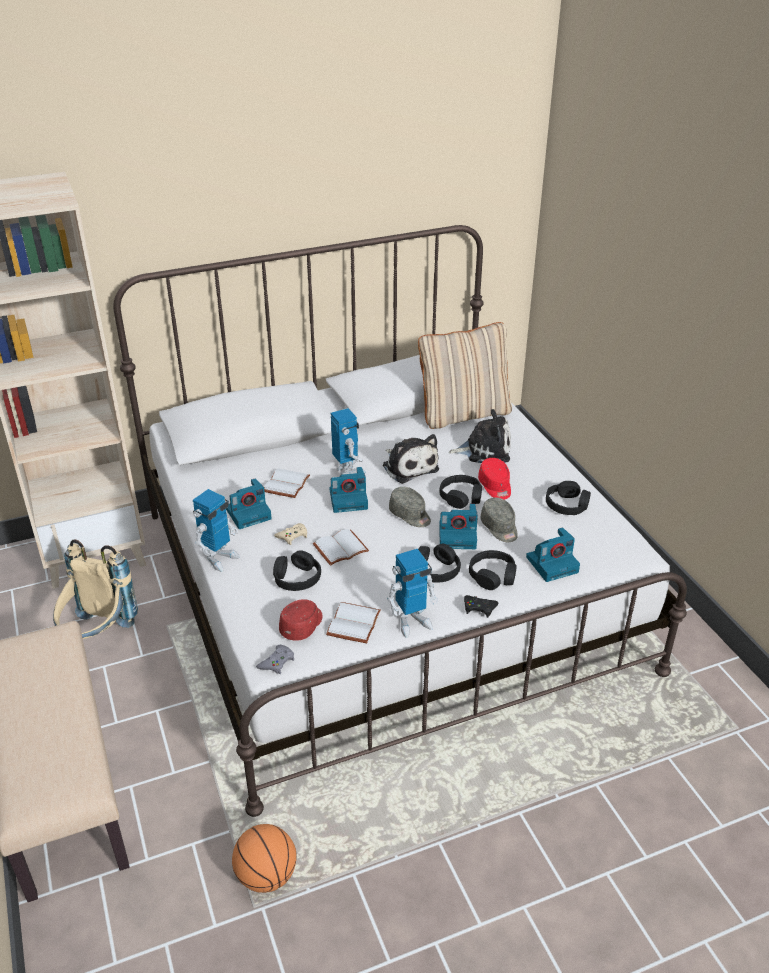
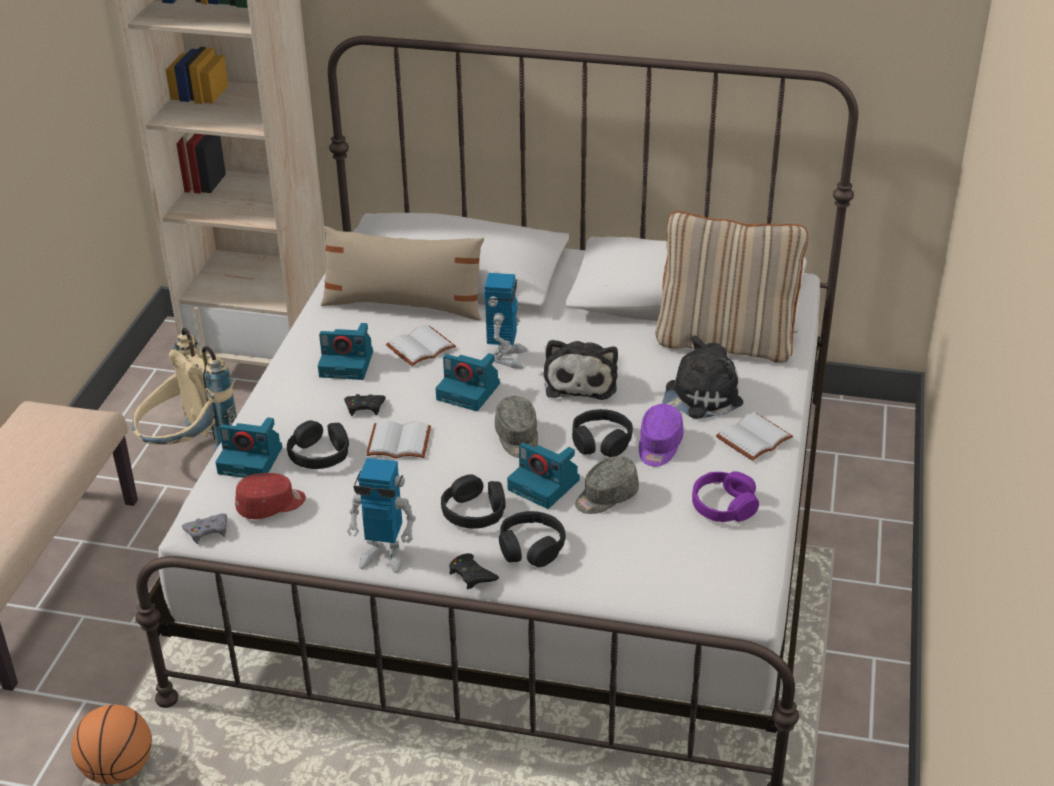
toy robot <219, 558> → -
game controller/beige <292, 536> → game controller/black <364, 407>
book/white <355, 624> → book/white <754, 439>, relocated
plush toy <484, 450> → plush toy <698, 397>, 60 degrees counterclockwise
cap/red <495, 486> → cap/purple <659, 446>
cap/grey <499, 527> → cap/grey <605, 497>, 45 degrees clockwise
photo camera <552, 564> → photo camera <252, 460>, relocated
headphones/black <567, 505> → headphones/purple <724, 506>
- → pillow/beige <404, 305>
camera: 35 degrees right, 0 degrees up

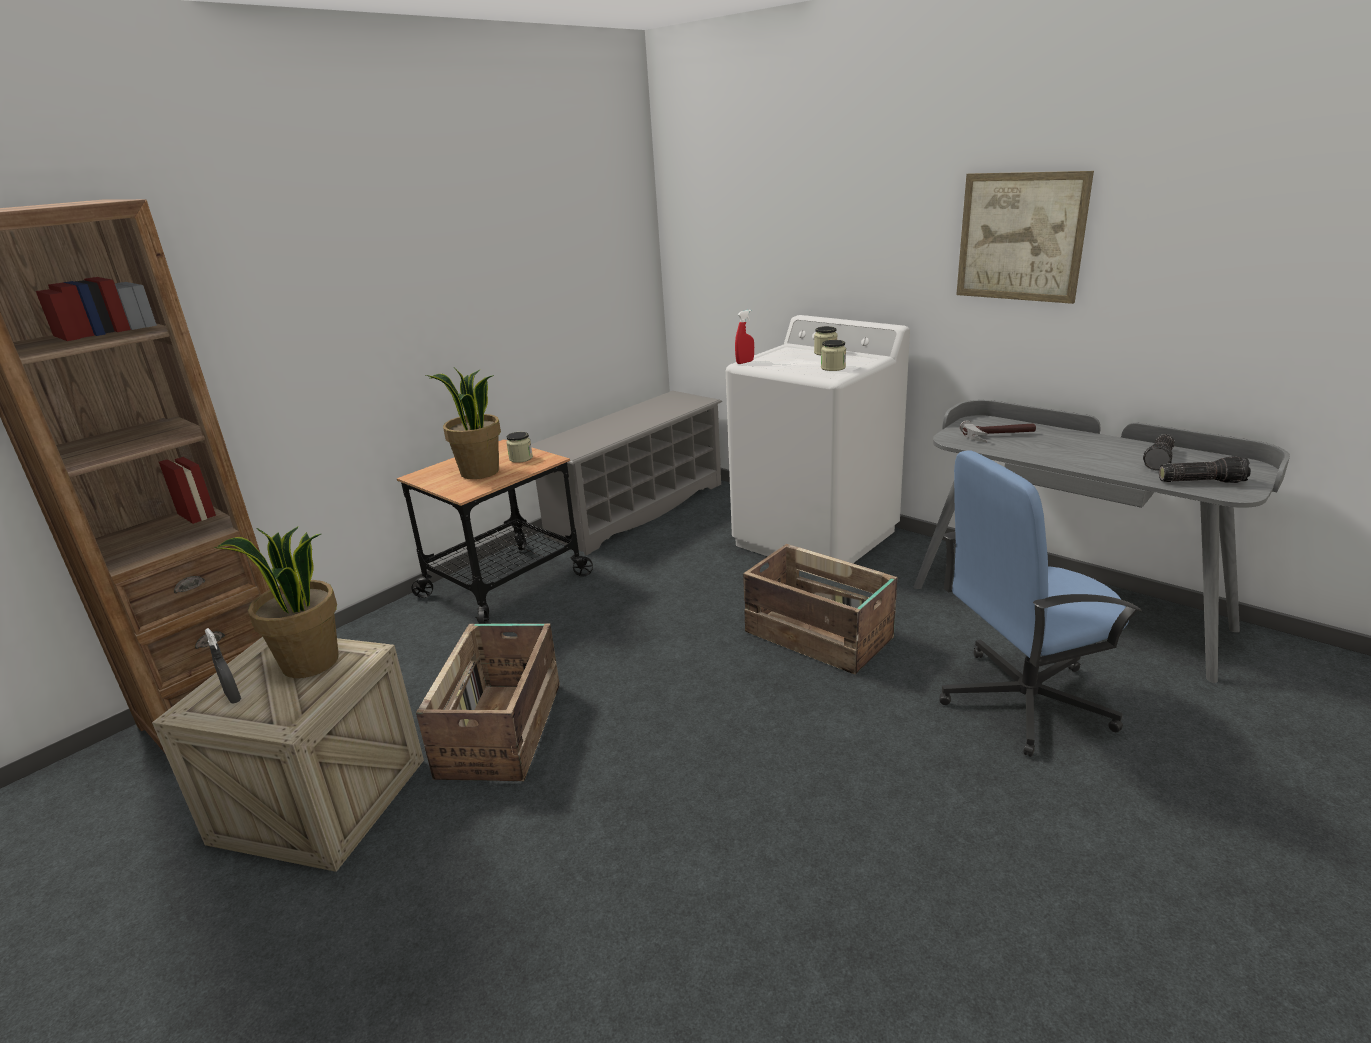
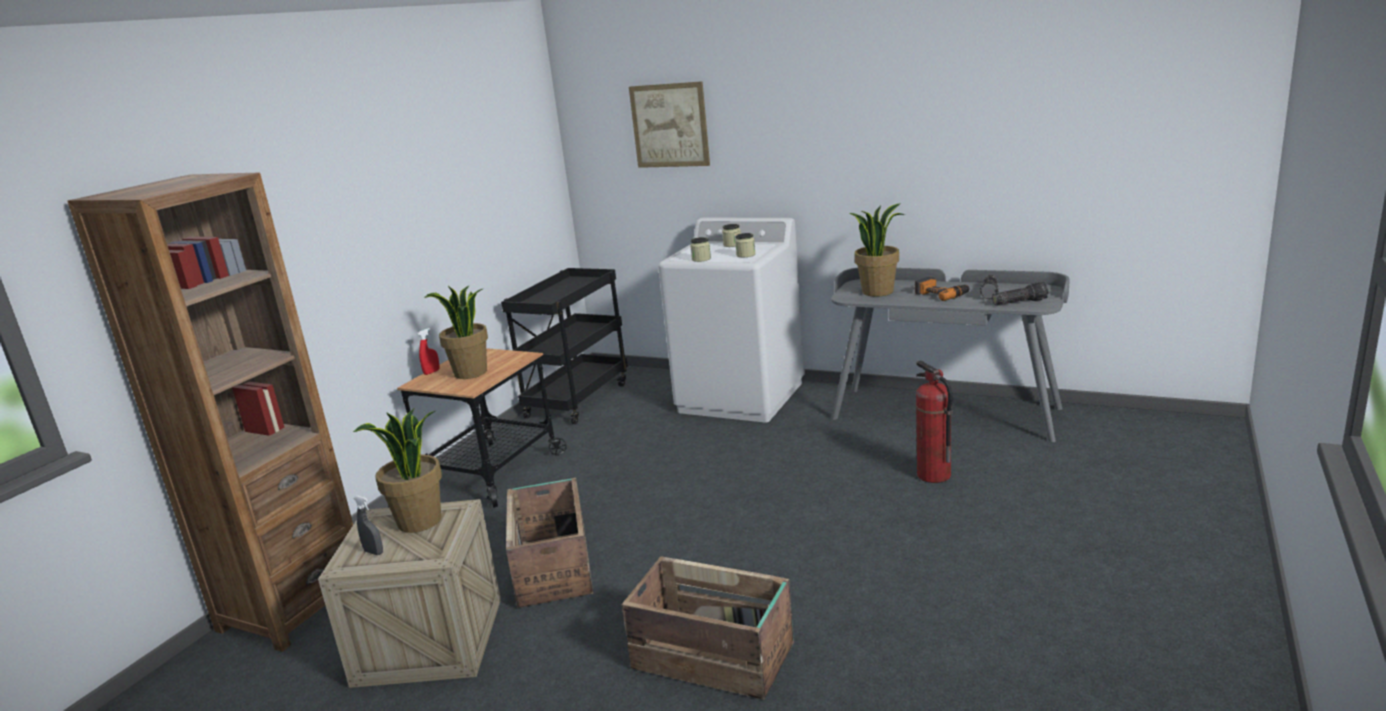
jar <521, 458> → jar <701, 259>, relocated
shoe rack/grey <636, 509> → cart/black <577, 399>
spray bottle/red <745, 362> → spray bottle/red <432, 372>, relocated
crate <819, 636> → crate <714, 657>, relocated
office chair/blue <1022, 700> → fire extinguisher <933, 475>
picture <1020, 237> → picture <669, 125>, relocated
hammer <999, 436> → potted plant <878, 291>
- → power drill <941, 294>
camera: 15 degrees left, 5 degrees down

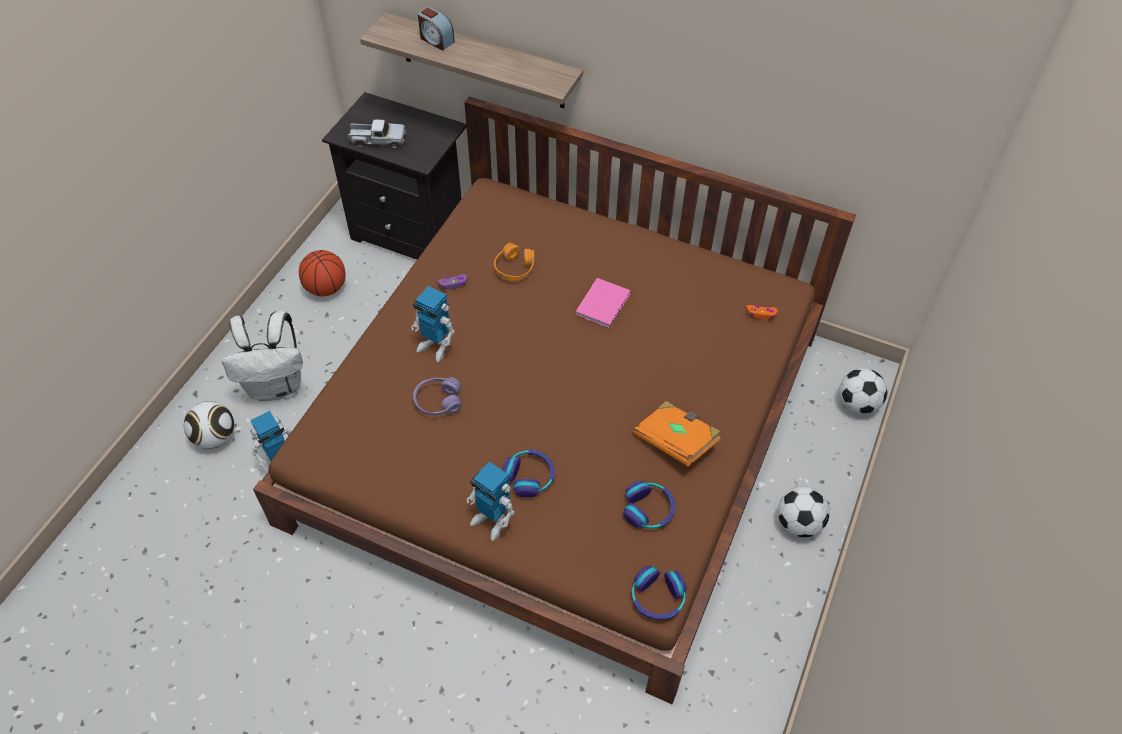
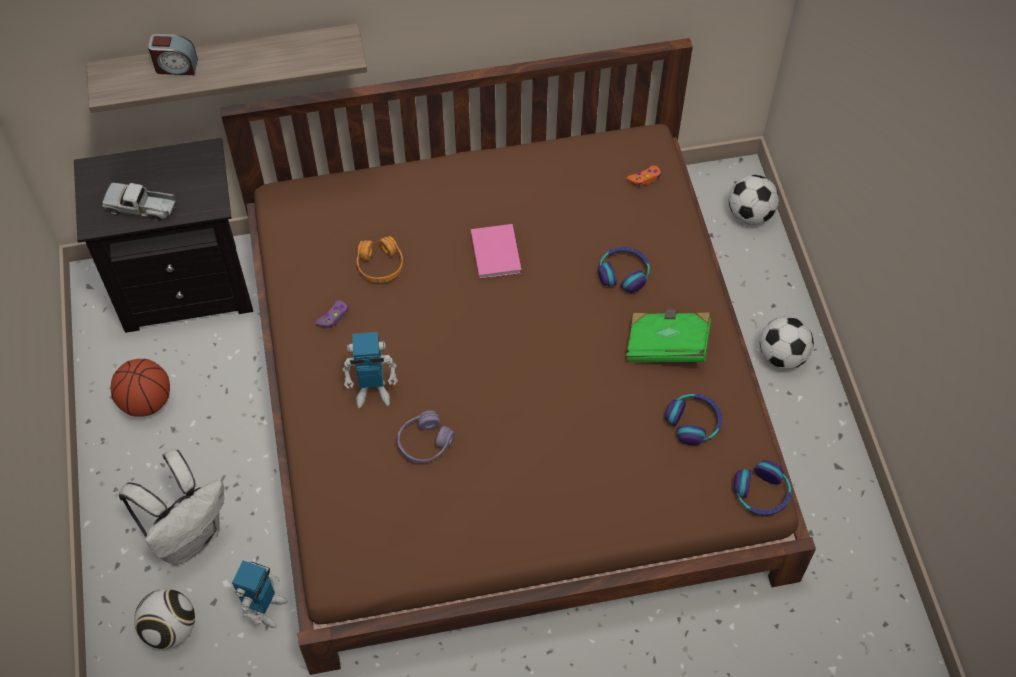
toy truck <377, 140> → toy truck <141, 207>, 135 degrees counterclockwise
toy robot <492, 520> → -
headphones <529, 476> → headphones <623, 273>, relocated
book/orange <676, 441> → book/green <667, 345>
camera: 35 degrees left, 5 degrees up

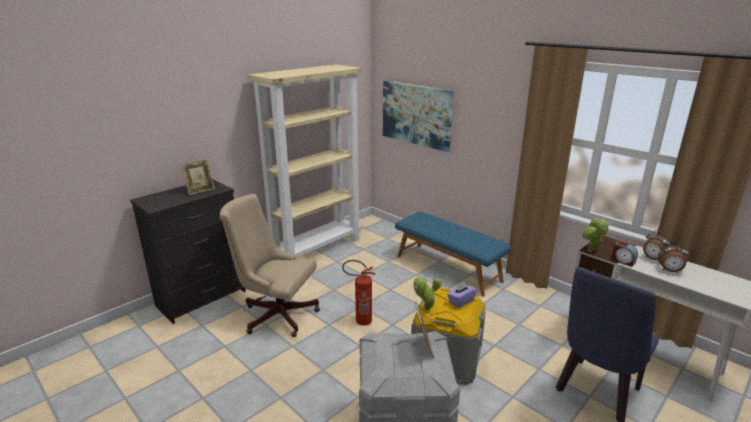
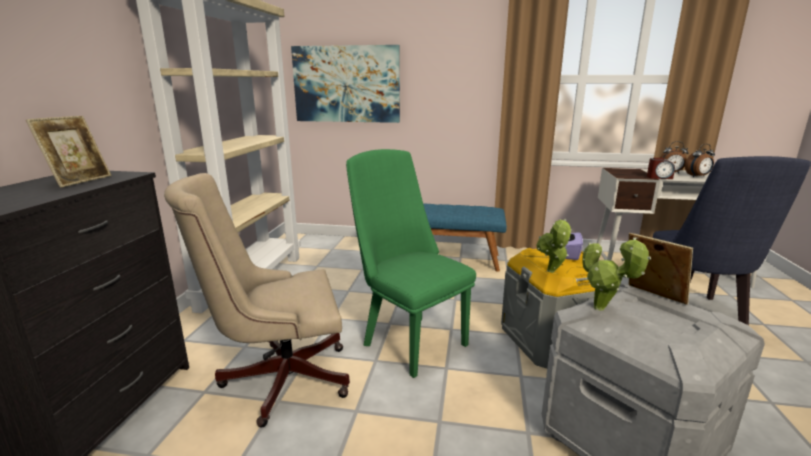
fire extinguisher <359, 321> → chair/green <409, 340>
potted plant <591, 251> → potted plant <603, 309>, relocated
camera: 35 degrees left, 5 degrees down

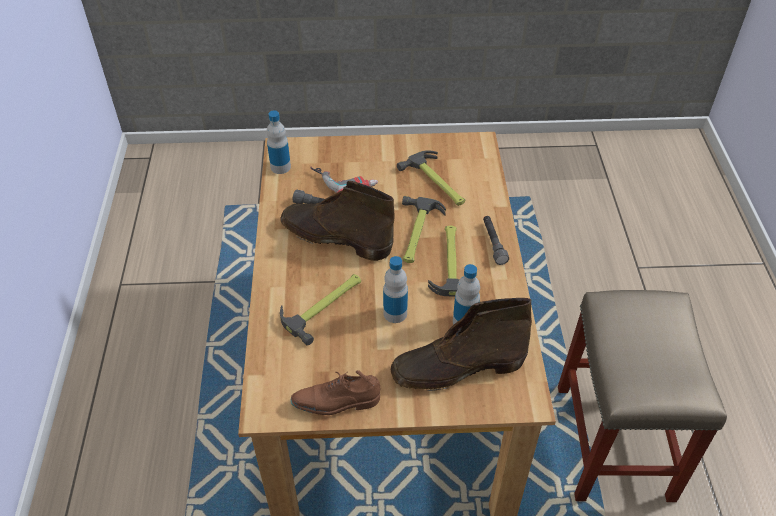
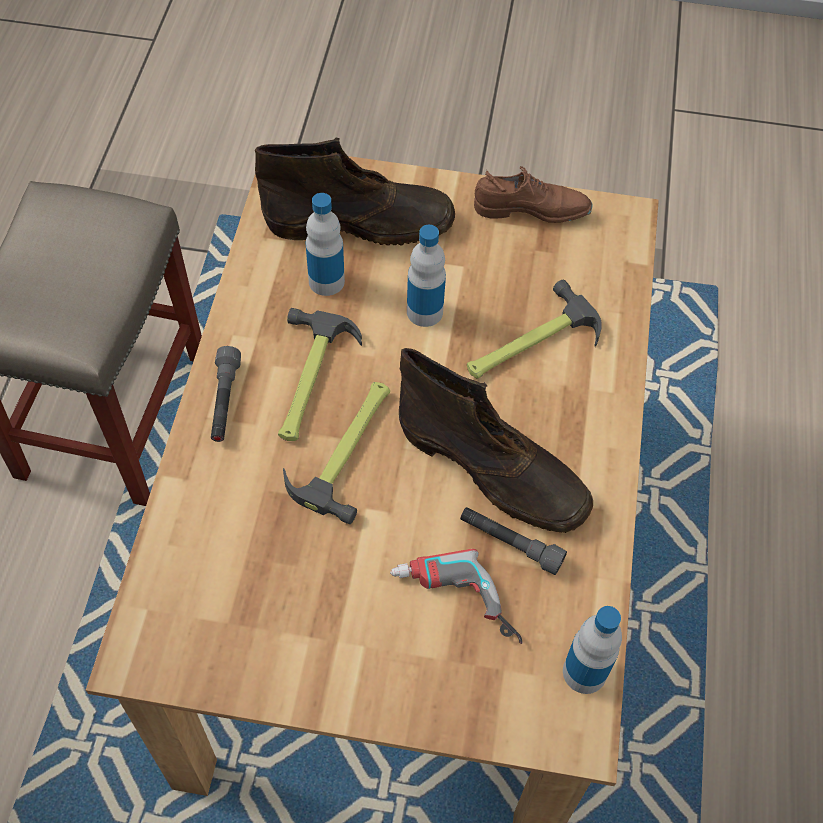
hammer <436, 182> → -
camera: 170 degrees left, 10 degrees up

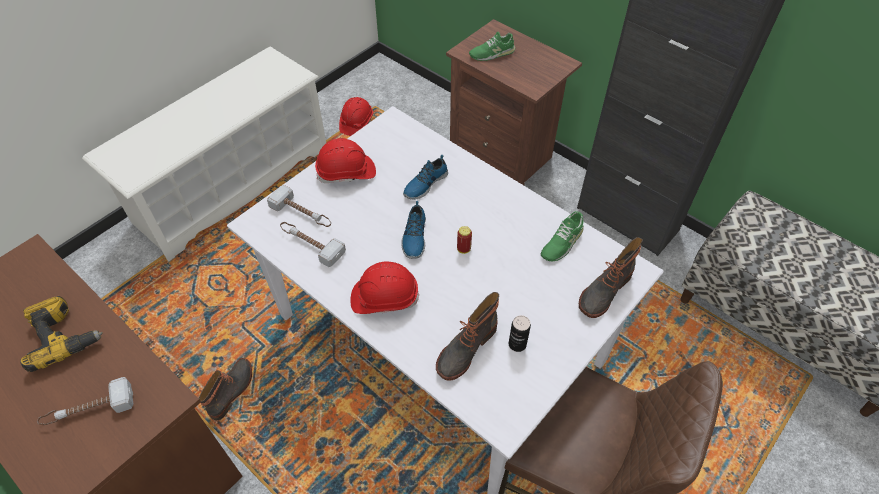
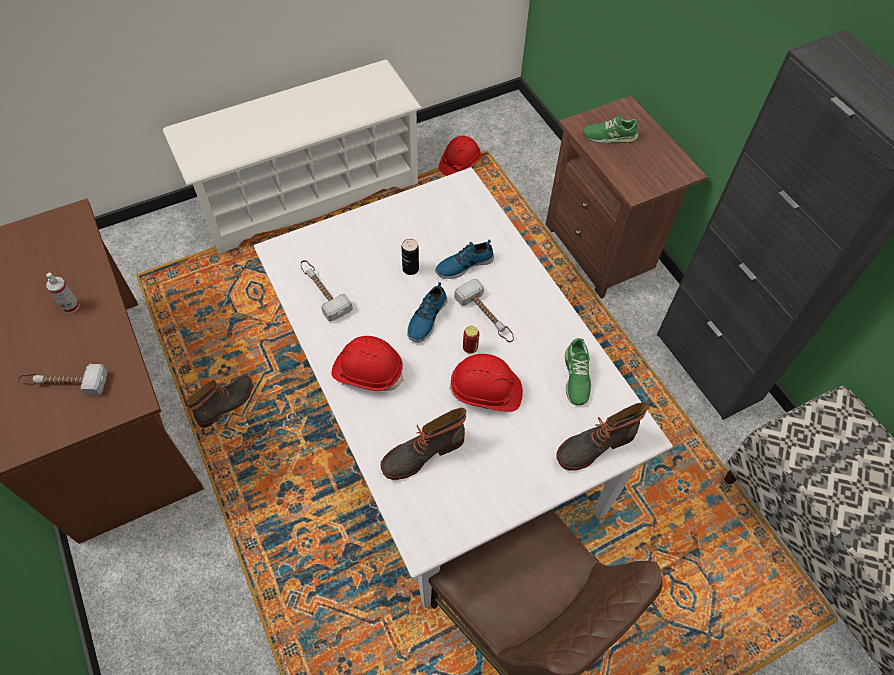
power drill <64, 336> → spray bottle <71, 306>
hammer <303, 213> → hammer <487, 317>, relocated
hard hat/red <346, 173> → hard hat/red <486, 392>, relocated
can <517, 344> → can <410, 269>, relocated
shoe/green <561, 242> → shoe/green <576, 376>, 60 degrees counterclockwise
camera: 20 degrees right, 5 degrees up

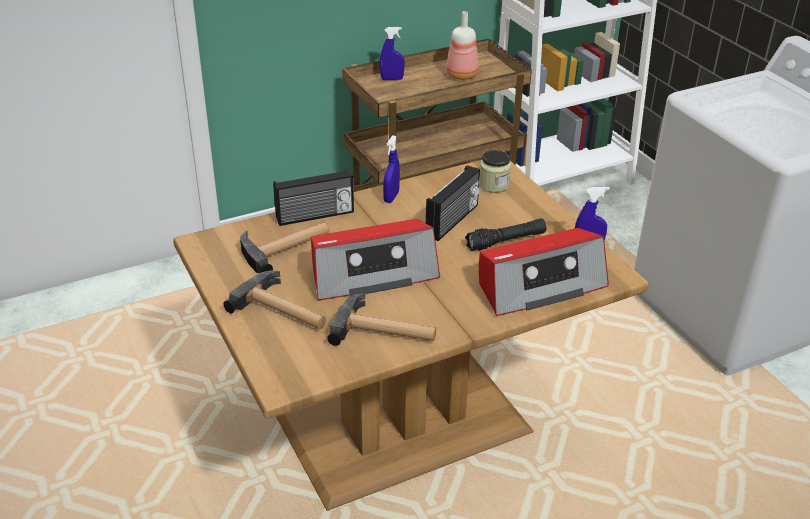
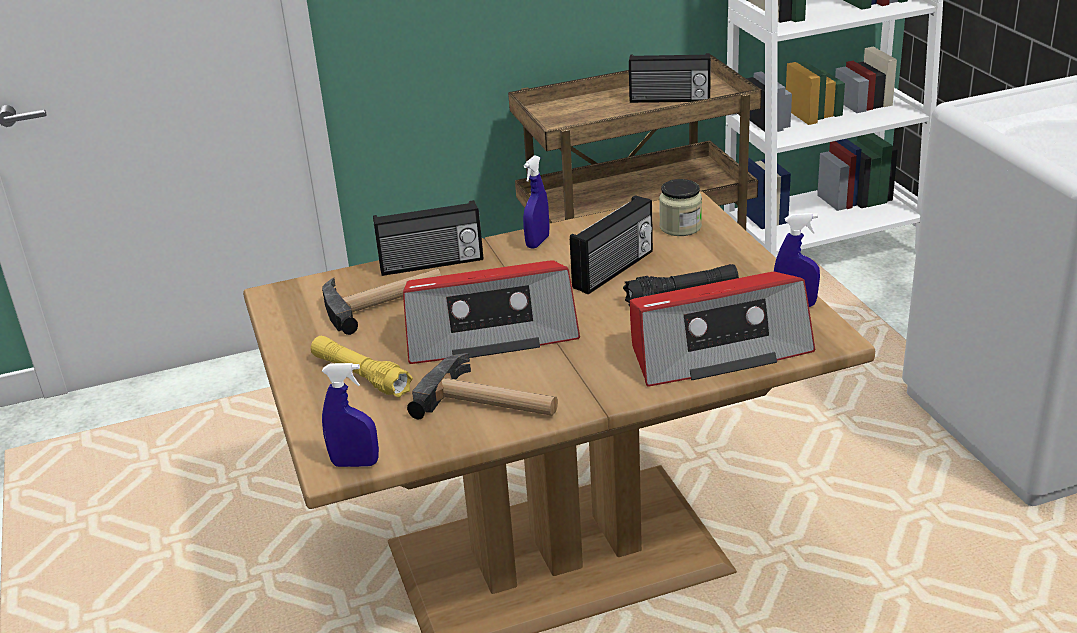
hammer <283, 310> → flashlight/yellow <361, 376>
spray bottle/blue <392, 79> → spray bottle/blue <355, 463>, relocated
bottle <462, 75> → radio <669, 100>
camera: 10 degrees right, 5 degrees down

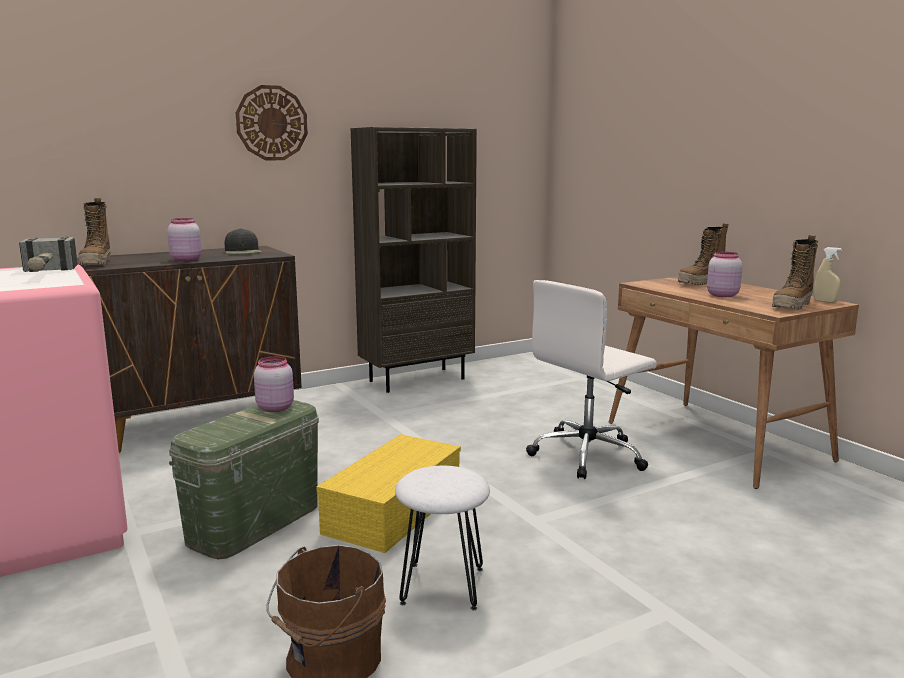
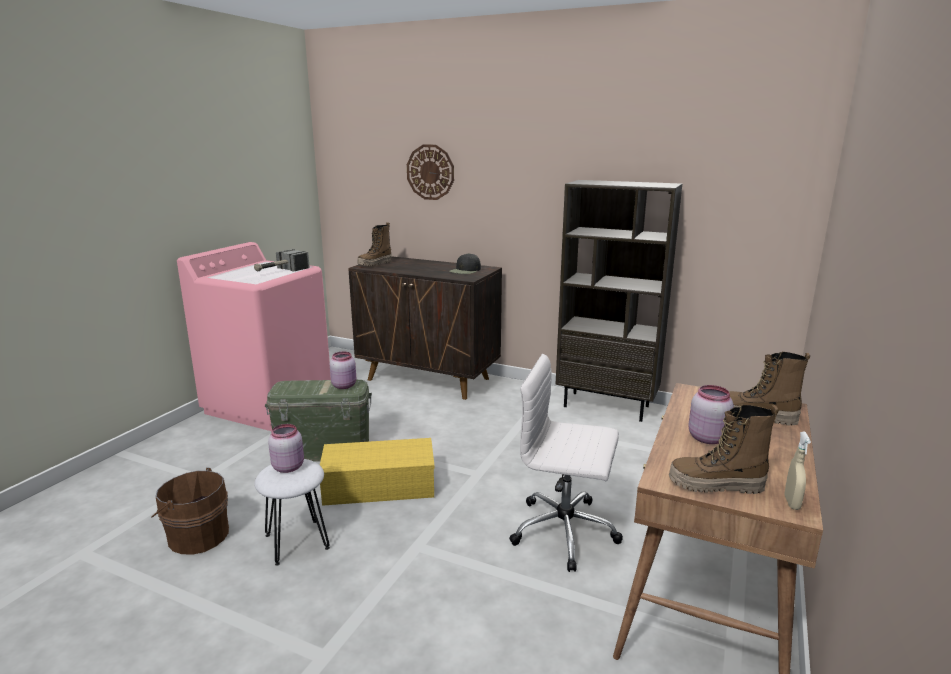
jar/pink <185, 260> → jar/pink <288, 467>, relocated
wall clock <272, 123> → wall clock <430, 172>, relocated
camera: 55 degrees right, 5 degrees up

